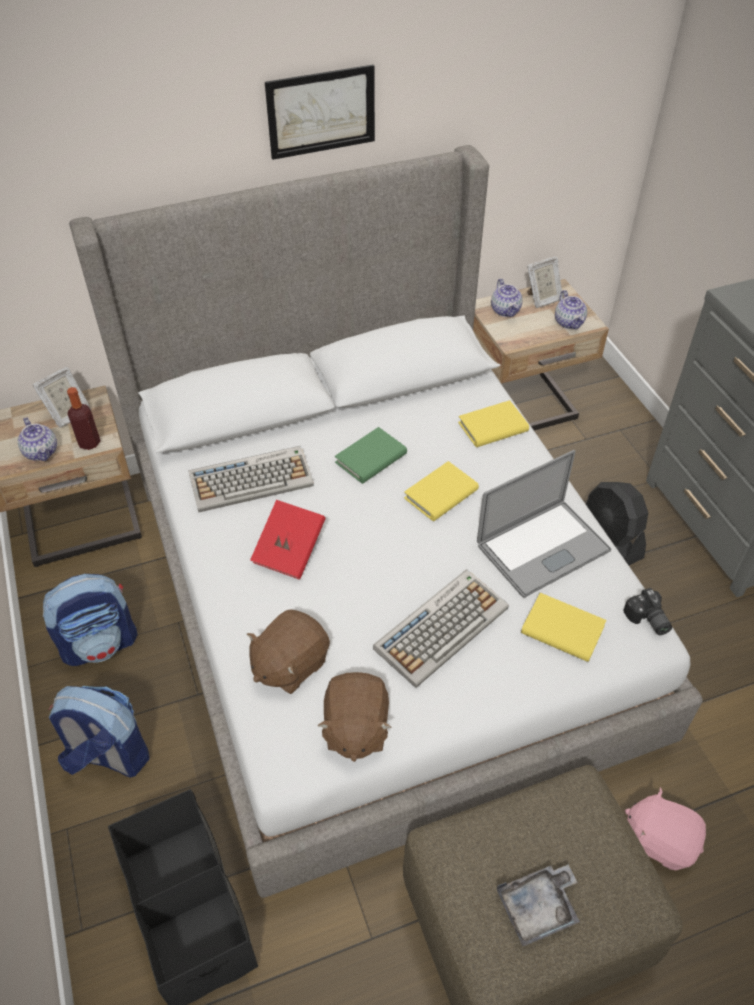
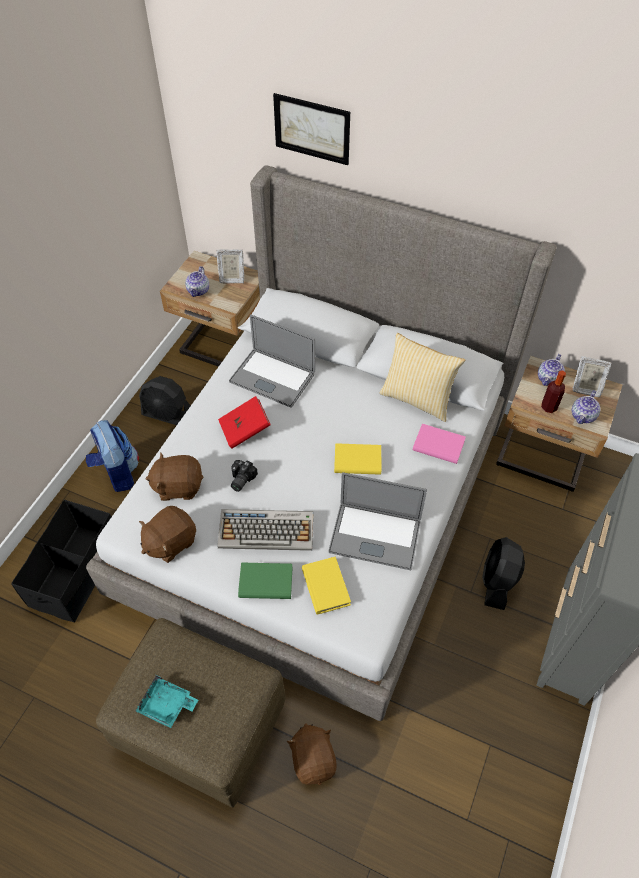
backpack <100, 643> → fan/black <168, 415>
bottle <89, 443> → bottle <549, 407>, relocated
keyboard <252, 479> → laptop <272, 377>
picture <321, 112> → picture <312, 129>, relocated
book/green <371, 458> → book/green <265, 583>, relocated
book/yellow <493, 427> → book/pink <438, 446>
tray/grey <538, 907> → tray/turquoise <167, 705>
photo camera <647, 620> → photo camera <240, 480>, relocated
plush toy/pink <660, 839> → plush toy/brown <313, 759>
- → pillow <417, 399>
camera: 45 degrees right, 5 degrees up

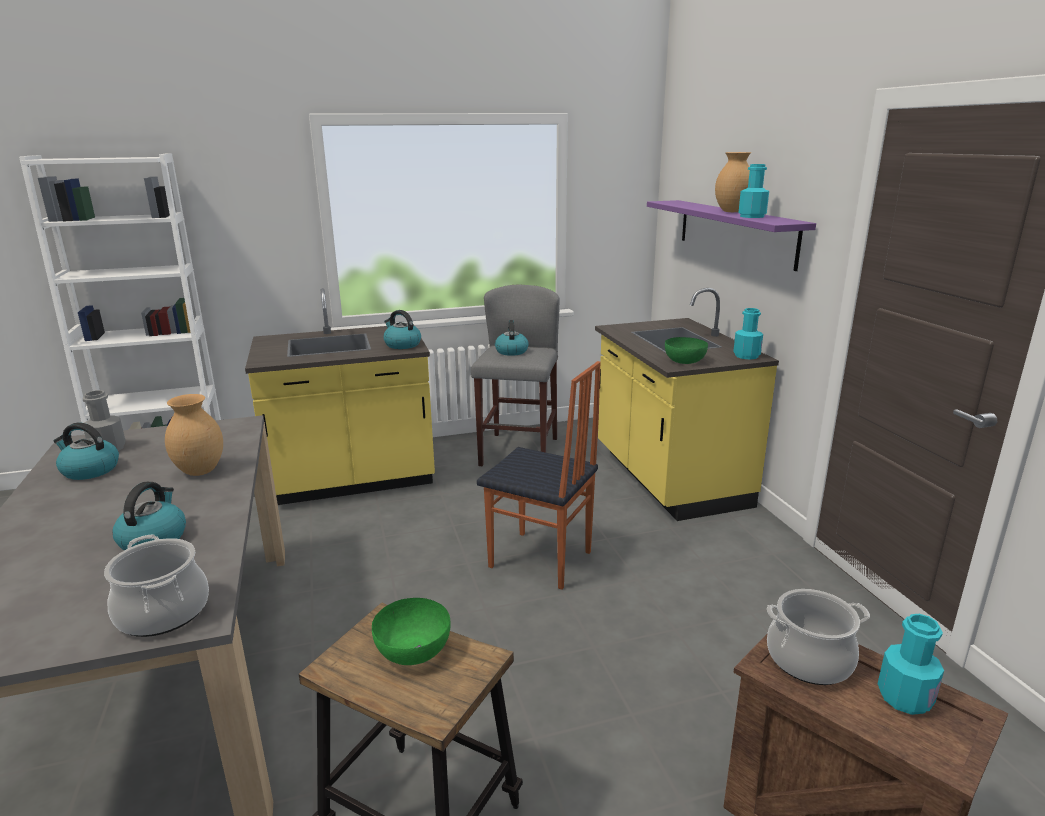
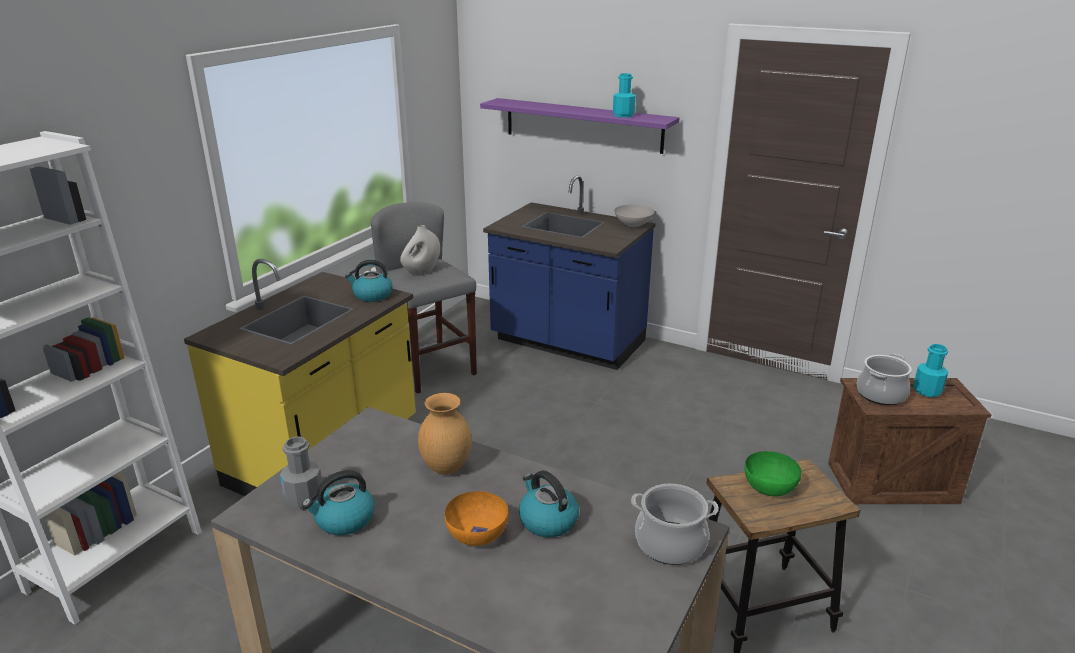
chair <540, 560> → -
kettle <511, 351> → vase/white <422, 272>
counter/yellow <668, 478> → counter/blue <567, 342>
bowl/green <685, 361> → -
vase/brown <733, 212> → -
bottle/turquoise <746, 356> → bowl/white <632, 225>
- → bowl/orange <476, 533>
camera: 45 degrees left, 5 degrees up

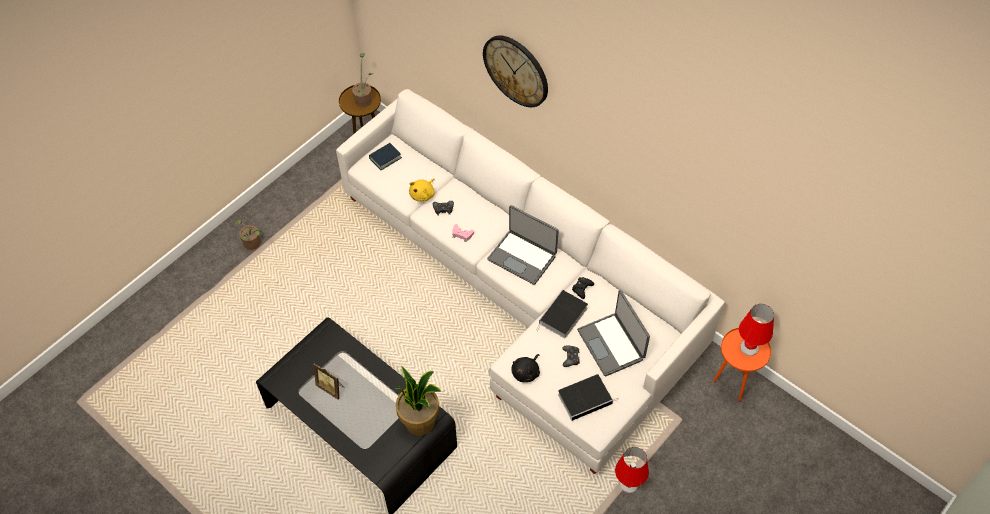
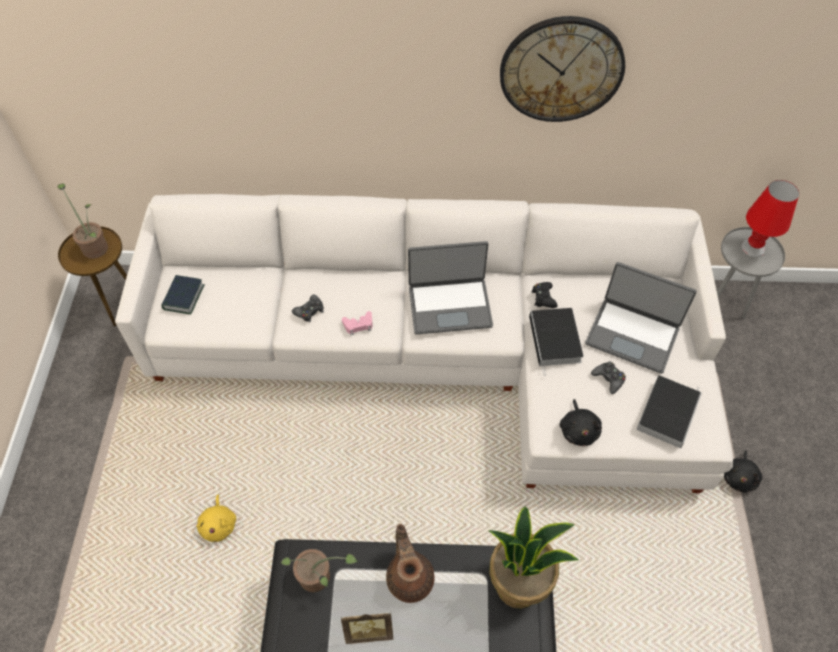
potted plant <253, 245> → potted plant <319, 578>, relocated
plush toy/yellow <423, 194> → plush toy/yellow <219, 524>, relocated
wall clock <516, 70> → wall clock <561, 69>, relocated
table lamp/red <629, 484> → plush toy/black <739, 477>
side table/orange <732, 385> → side table/grey <722, 307>
- → teapot/brown <410, 577>
camera: 40 degrees left, 0 degrees up

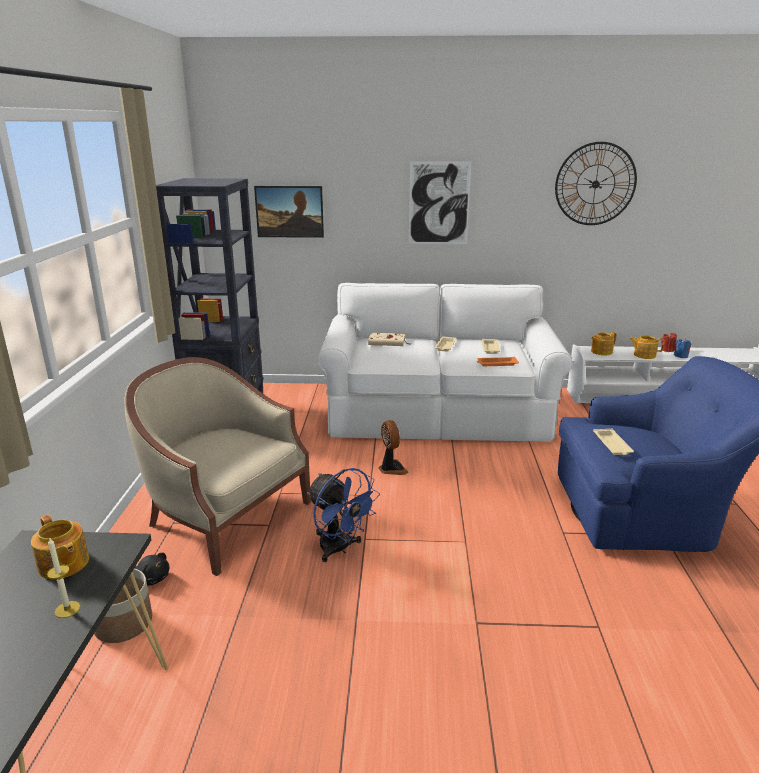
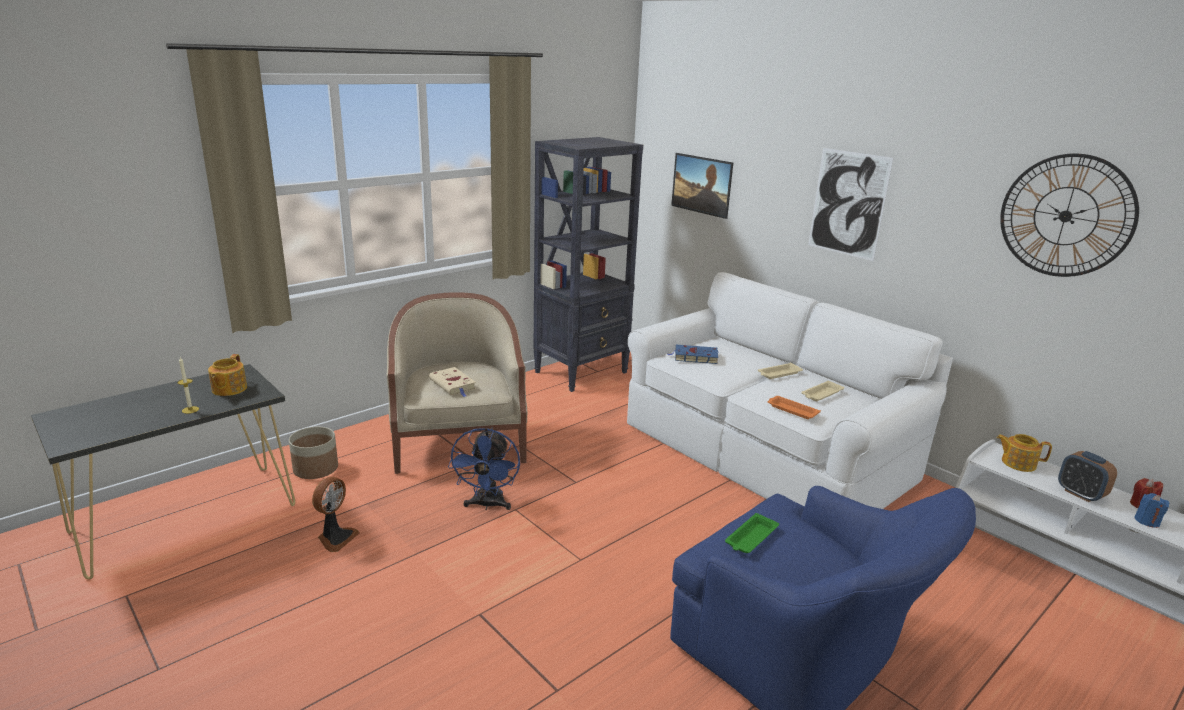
plush toy/black <152, 578> → -
book/beige <388, 342> → book/beige <453, 385>, relocated
fan <391, 469> → fan <336, 538>, relocated
tray/beige <612, 445> → tray/green <750, 538>
teapot <644, 355> → alarm clock <1080, 494>
- → book/blue <694, 357>
camera: 45 degrees right, 0 degrees up

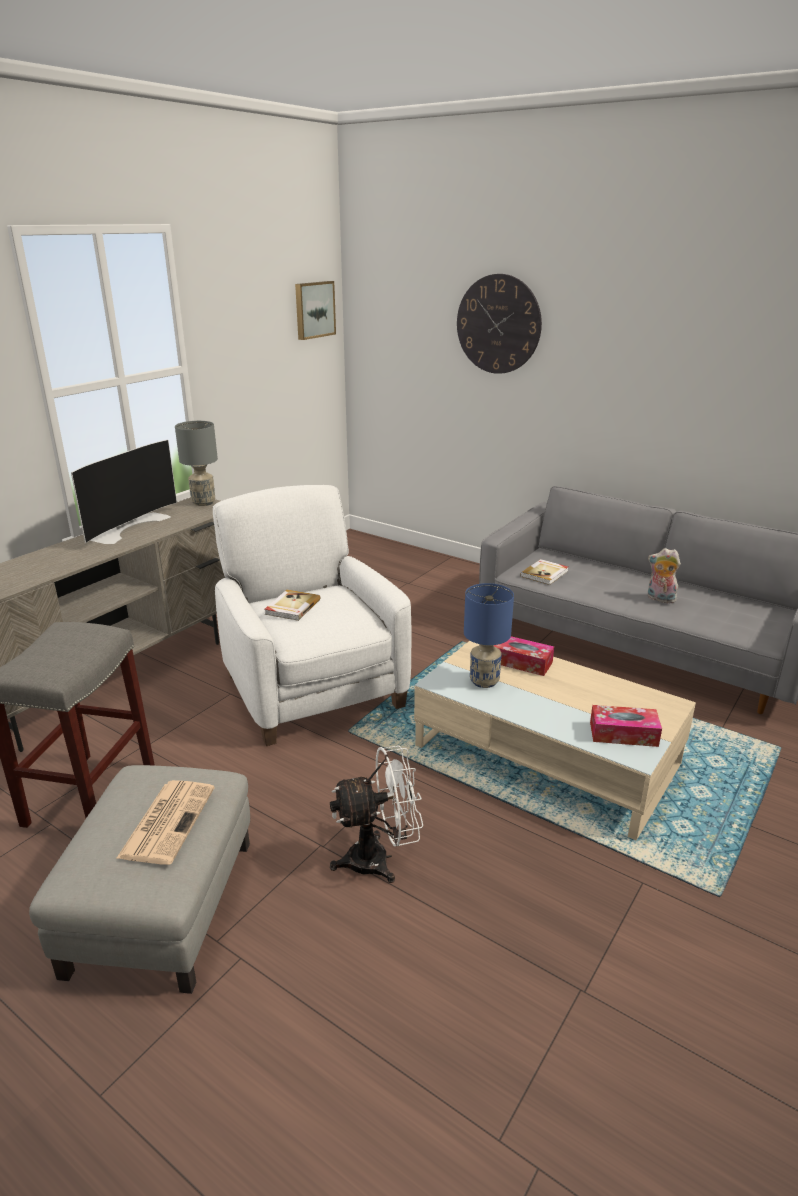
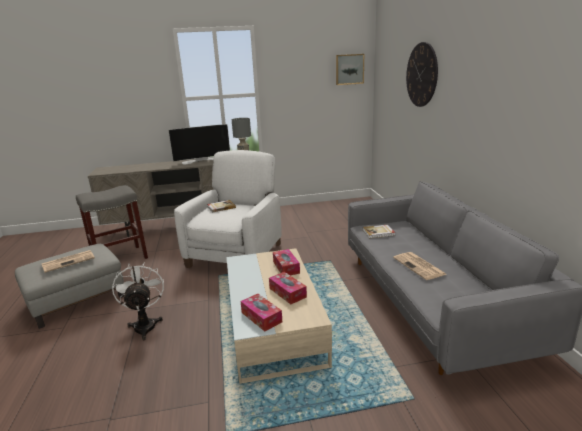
fan/white <379, 859> → fan/white <145, 324>, 135 degrees counterclockwise
table lamp/blue <484, 681> → -
plush toy <659, 599> → newspaper <419, 266>
- → tissue box <287, 292>
camera: 45 degrees right, 5 degrees down

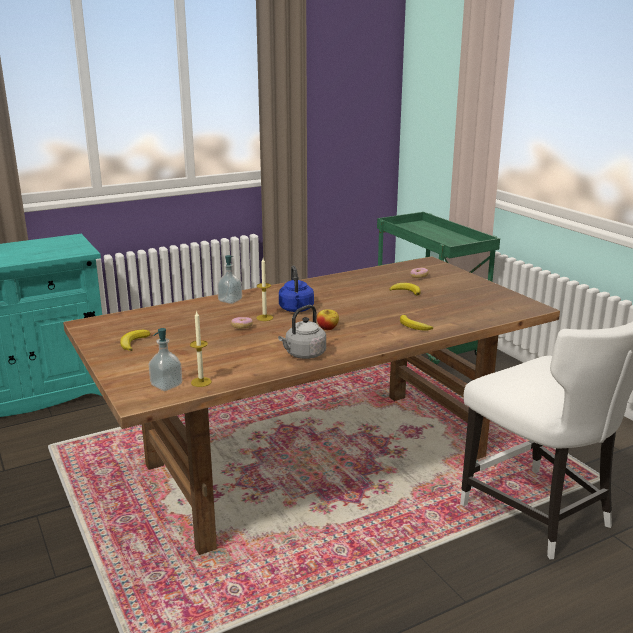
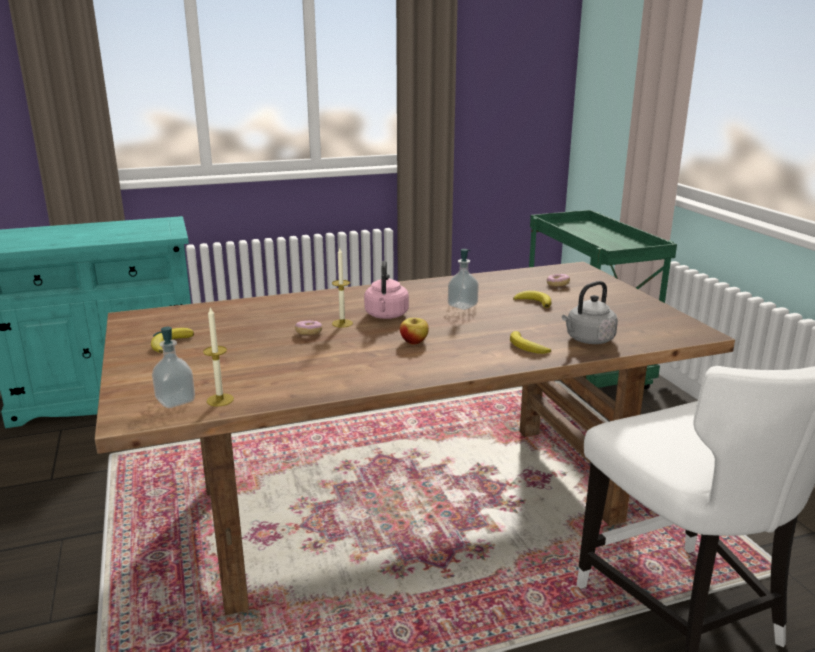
soap dispenser <230, 300> → soap dispenser <462, 305>, relocated
kettle/grey <303, 355> → kettle/grey <588, 340>, relocated
kettle/blue <296, 309> → kettle/pink <386, 316>
camera: 10 degrees right, 0 degrees up

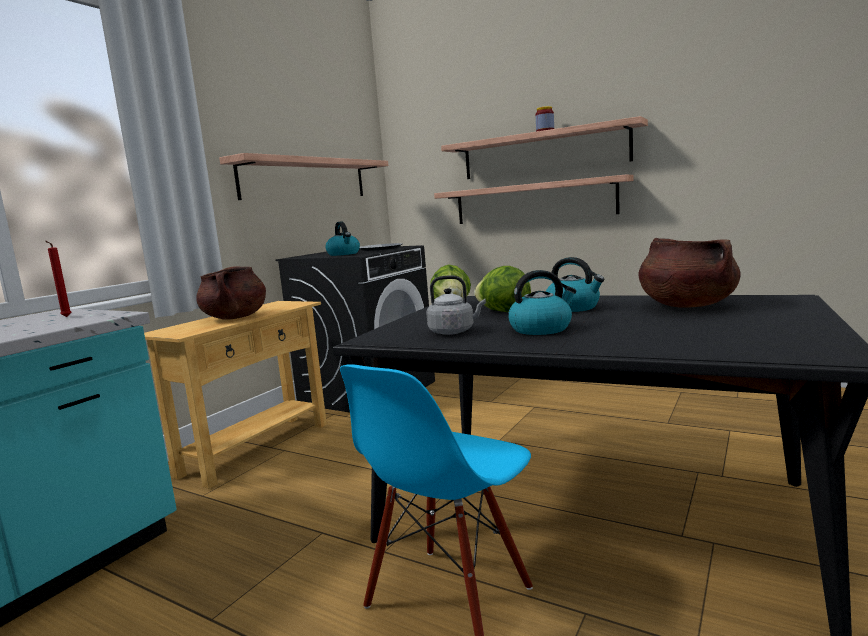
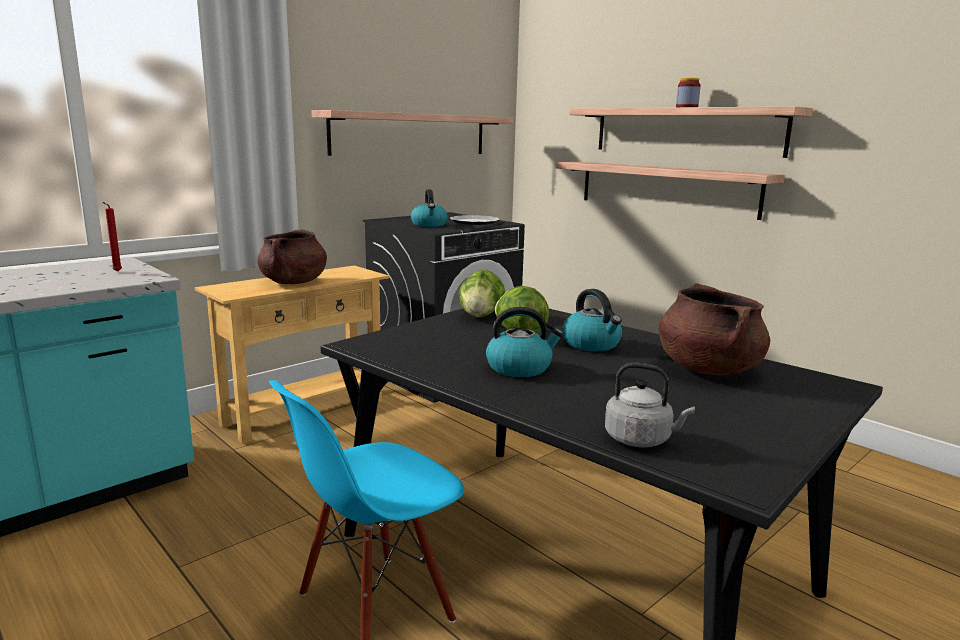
kettle/grey <454, 332> → kettle/grey <641, 440>, relocated
camera: 15 degrees right, 5 degrees up

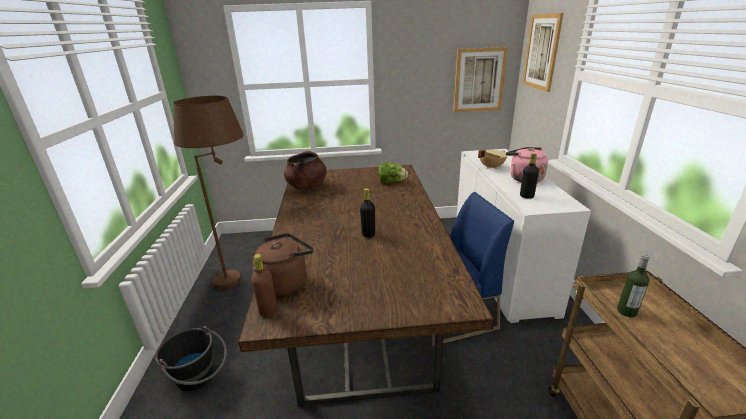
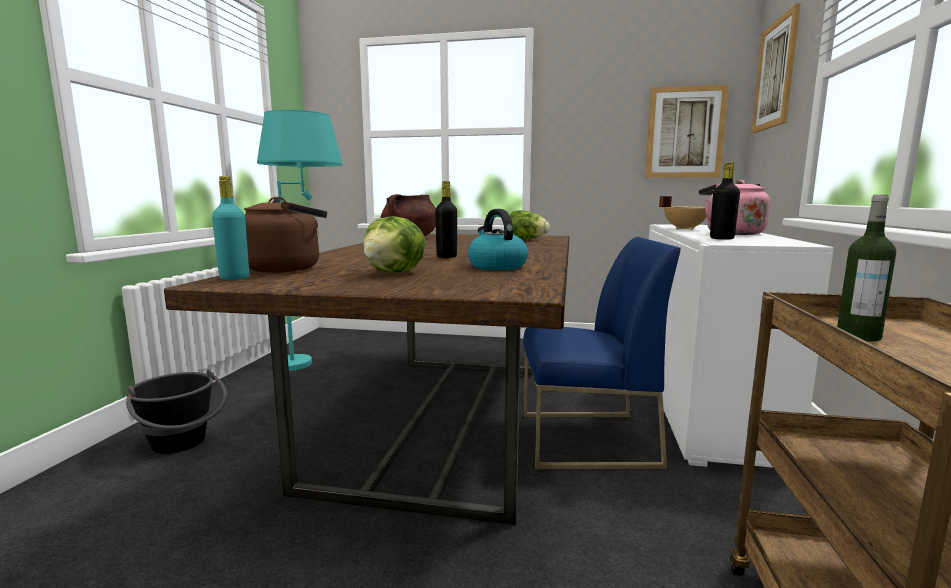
floor lamp/brown <240, 273> → floor lamp/turquoise <314, 360>
bottle/brown <268, 311> → bottle/turquoise <234, 278>
- → lettuce <395, 273>
- → kettle <496, 266>
camera: 15 degrees right, 15 degrees down

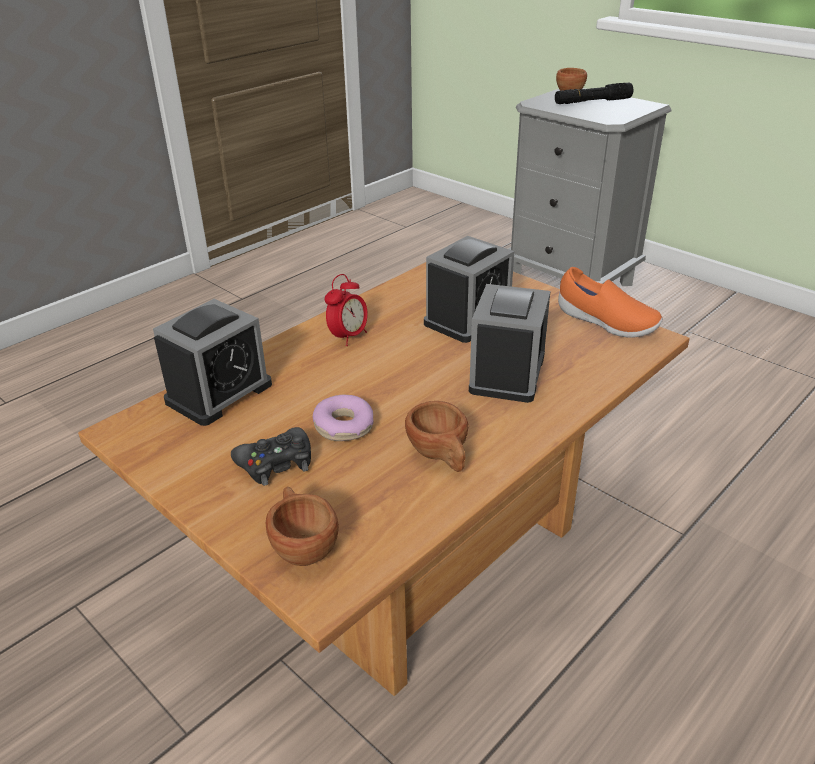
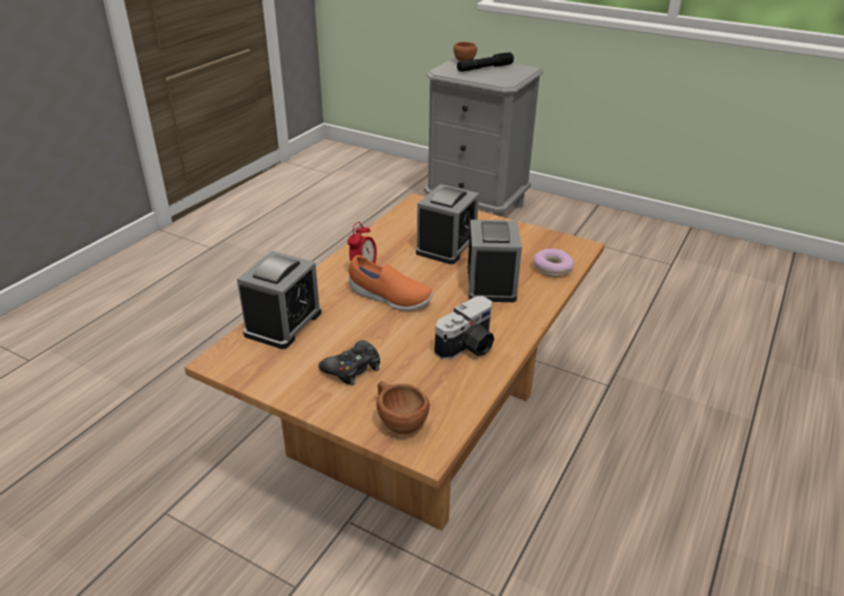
donut <344, 426> → donut <552, 268>, relocated
cup/brown <441, 456> → photo camera <469, 347>
shoe/orange <605, 323> → shoe/orange <389, 298>, relocated
camera: 15 degrees left, 0 degrees up

